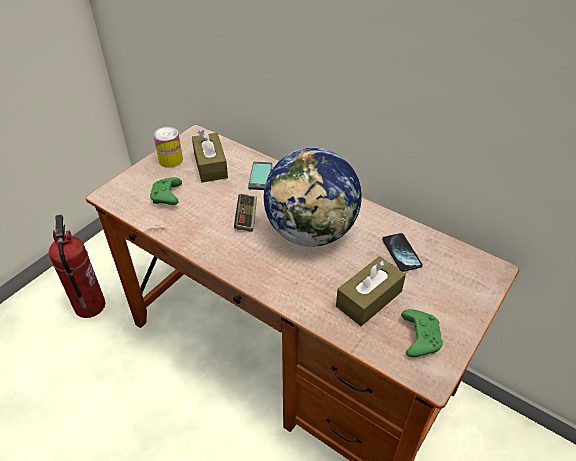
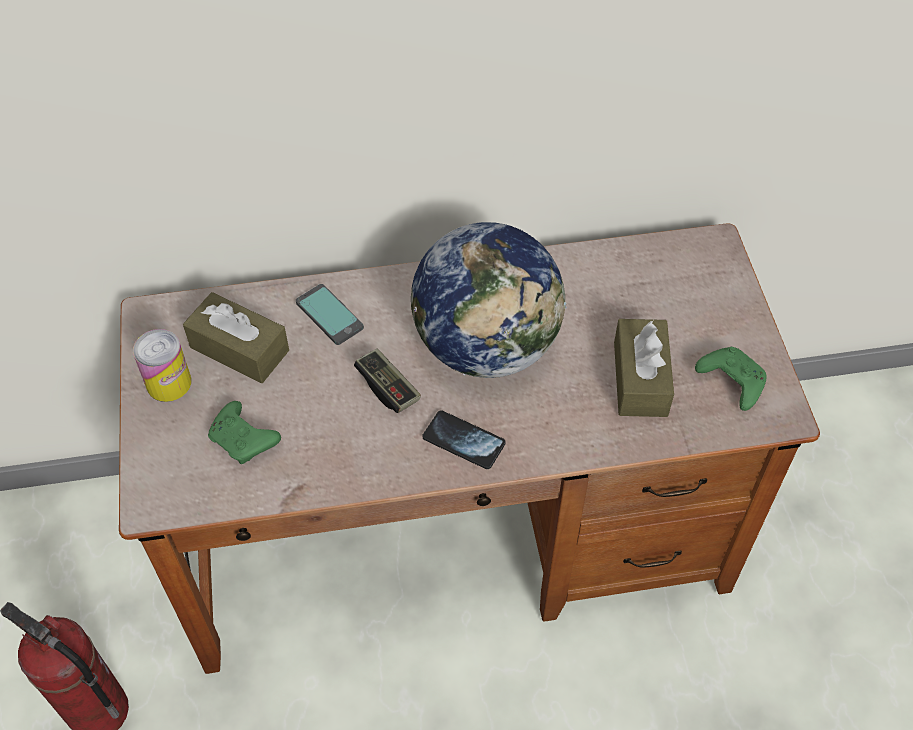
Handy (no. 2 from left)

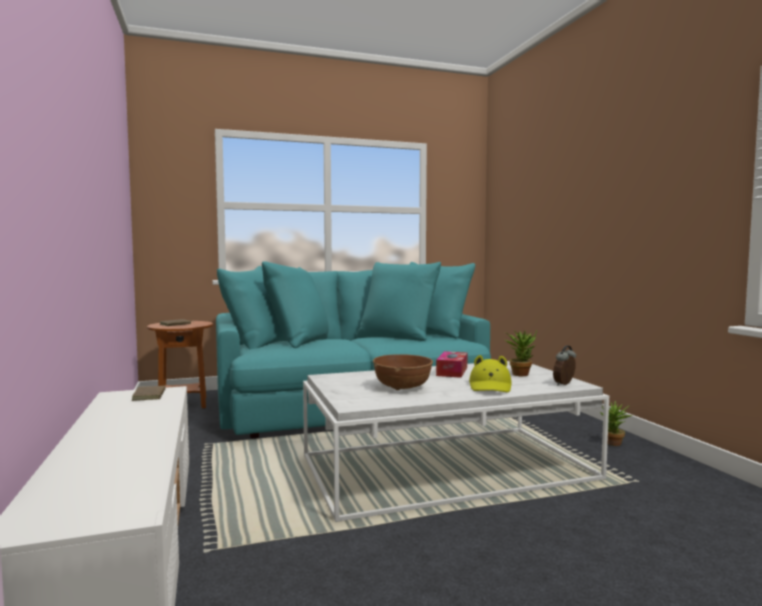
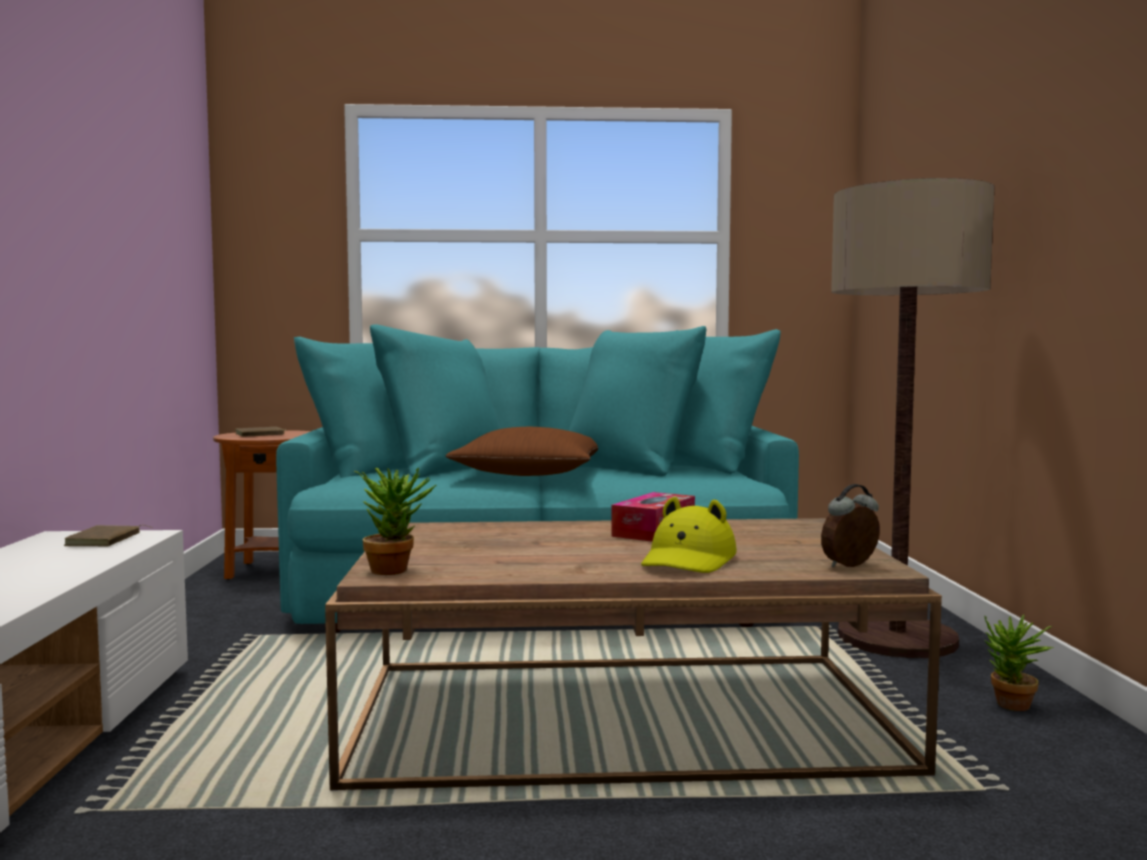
Schüssel (braun)
Kissen (braun)
Stehlampe
Topfpflanze (no. 1 from left)
Couchtisch (braun)

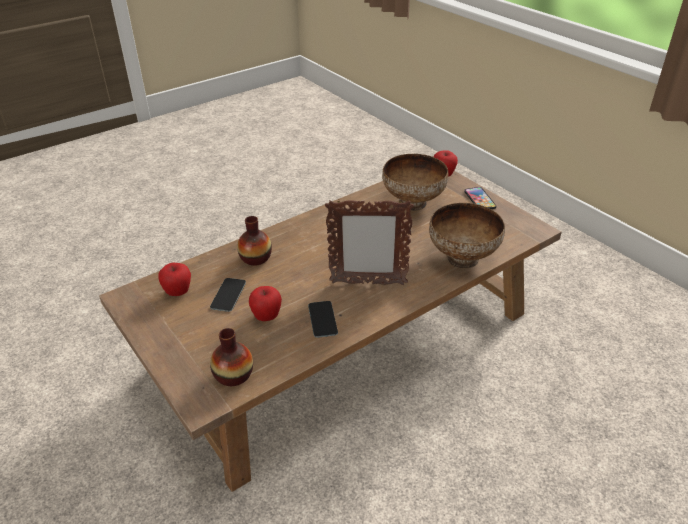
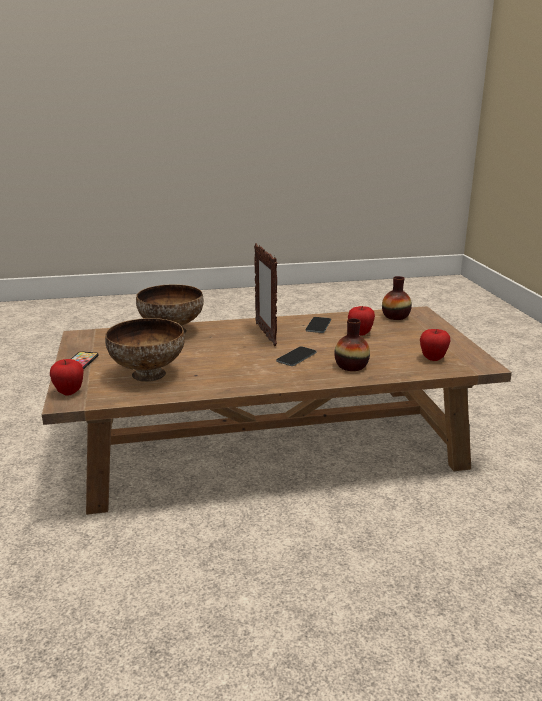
Handy (no. 2 from left)
Bilderrahmen

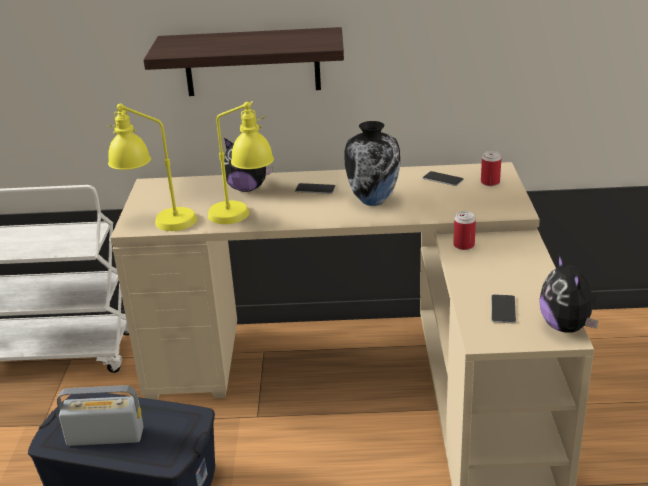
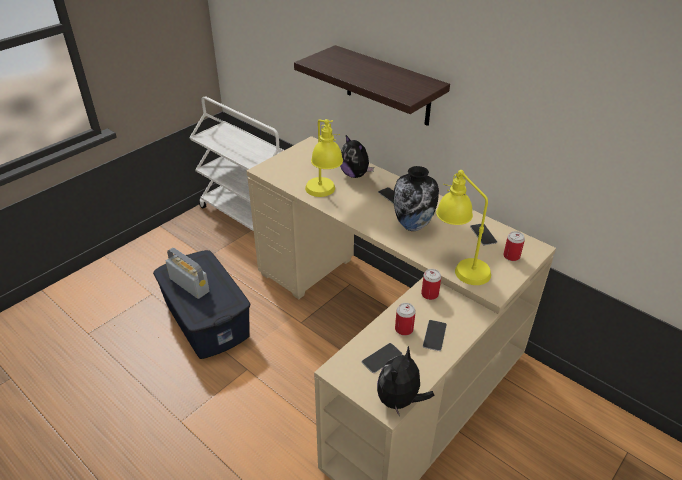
Dose (no. 1 from left)
Handy (no. 3 from left)
Tischlampe (gelb) (no. 2 from left)

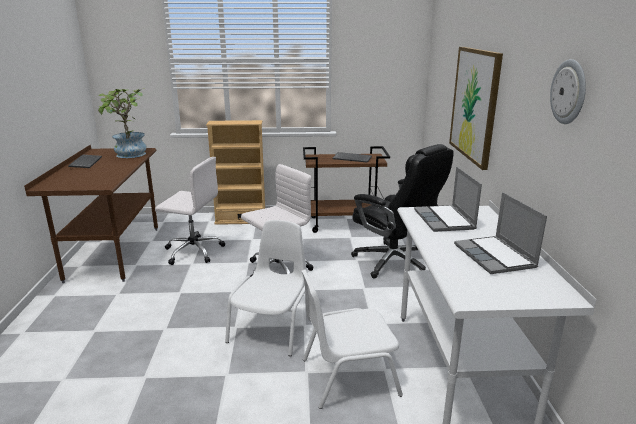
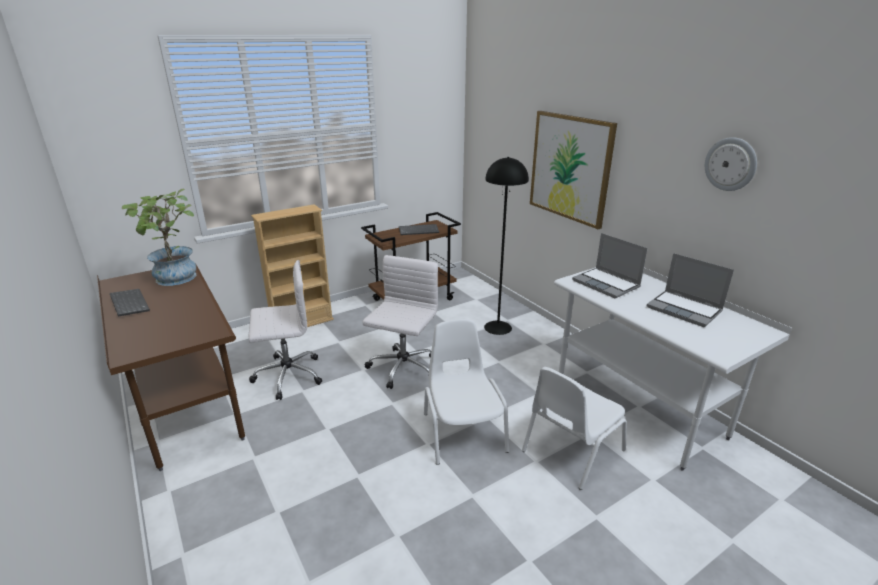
Stehlampe (schwarz)

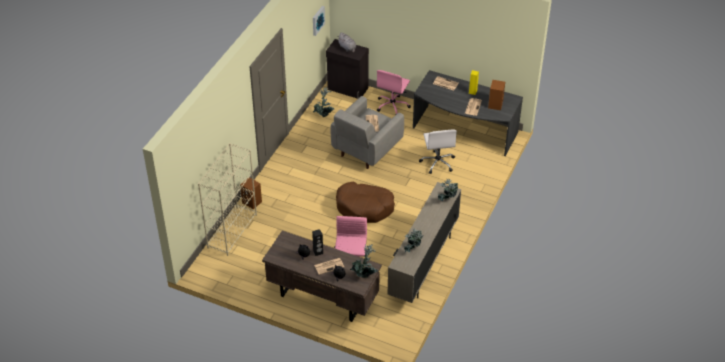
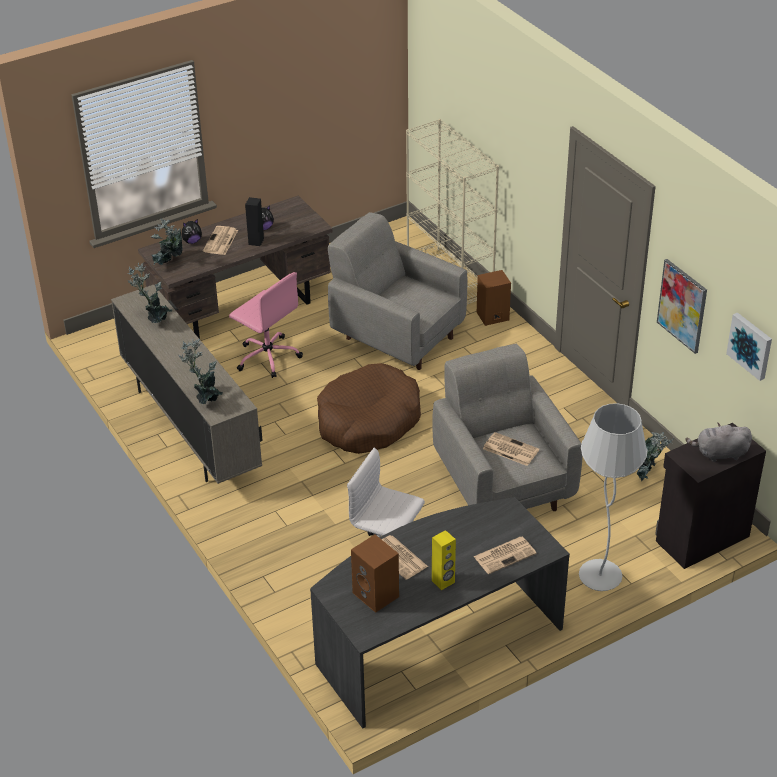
Sessel (grau) (no. 1 from left)
Bild (no. 1 from left)
Stehlampe (weiß)

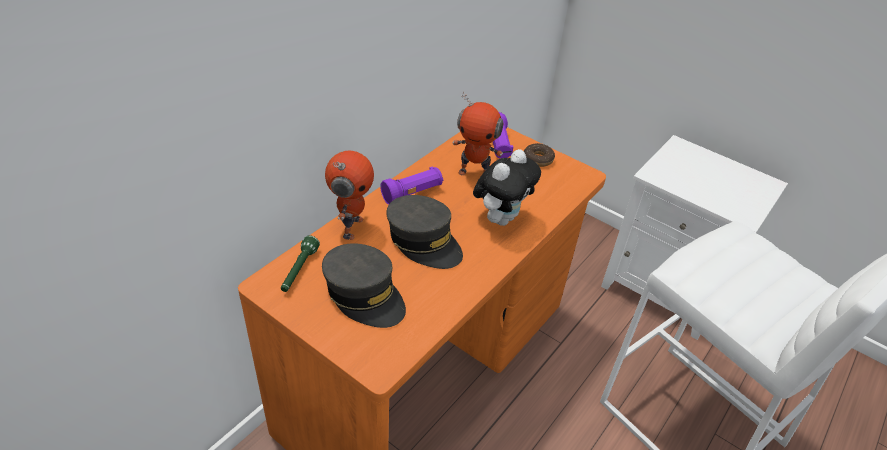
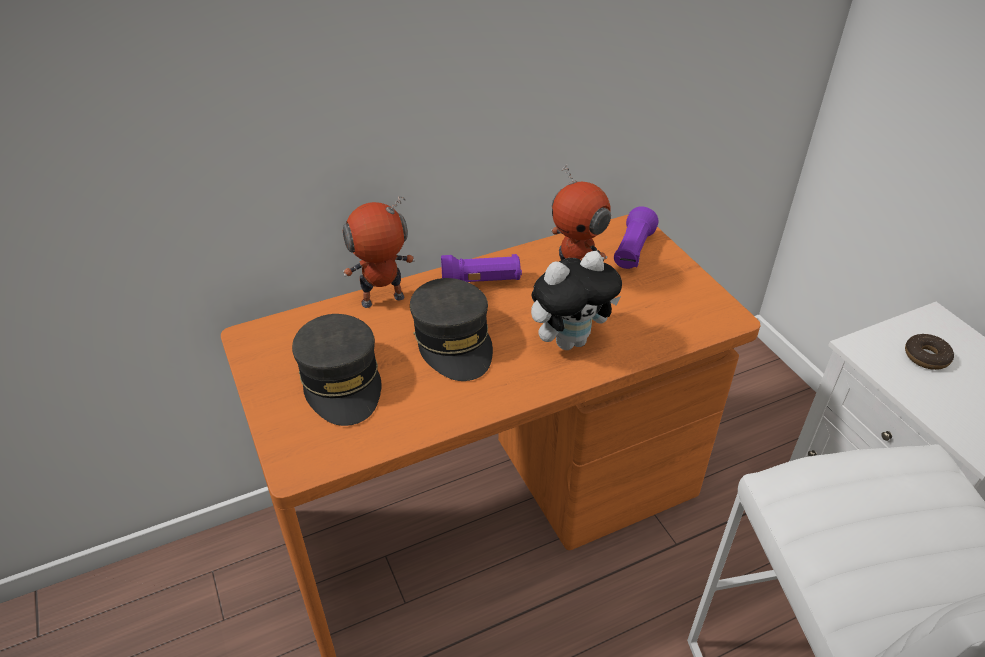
Taschenlampe (grün)
Donut
Spielzeugroboter (no. 1 from left)

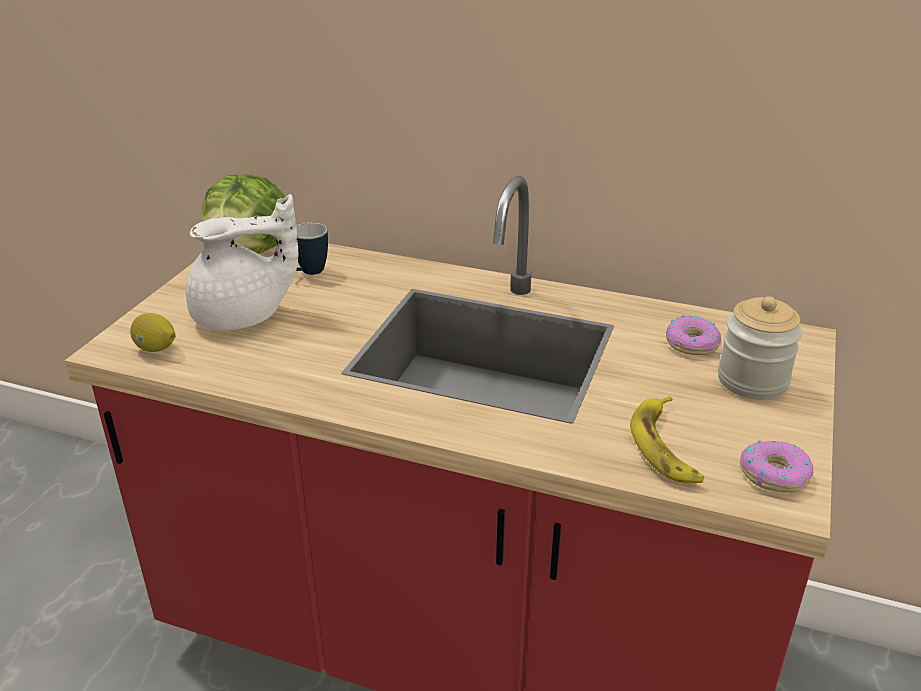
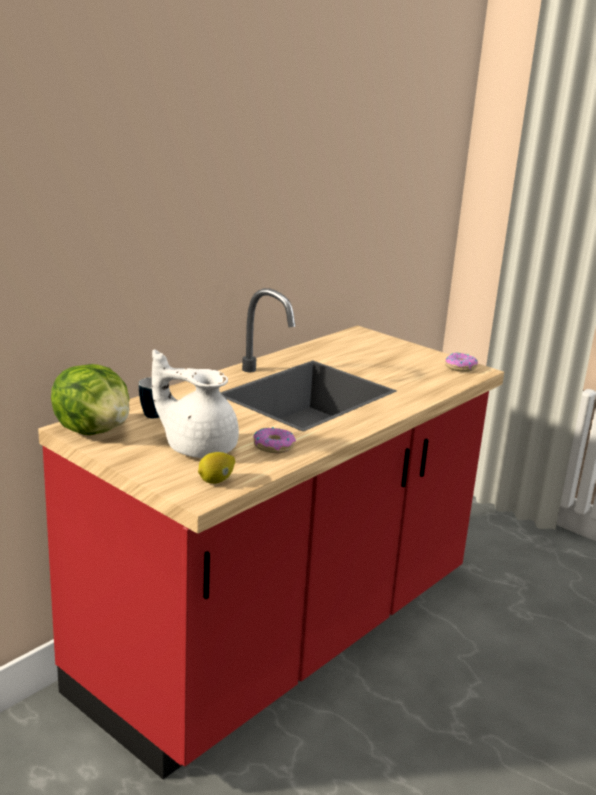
Banane
Vorratsglas
Donut (no. 1 from left)
Teekanne (weiß)

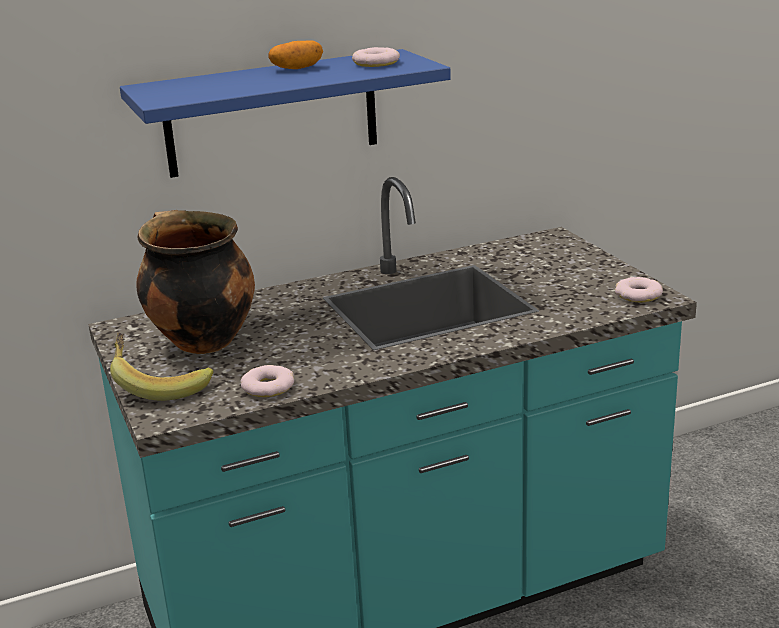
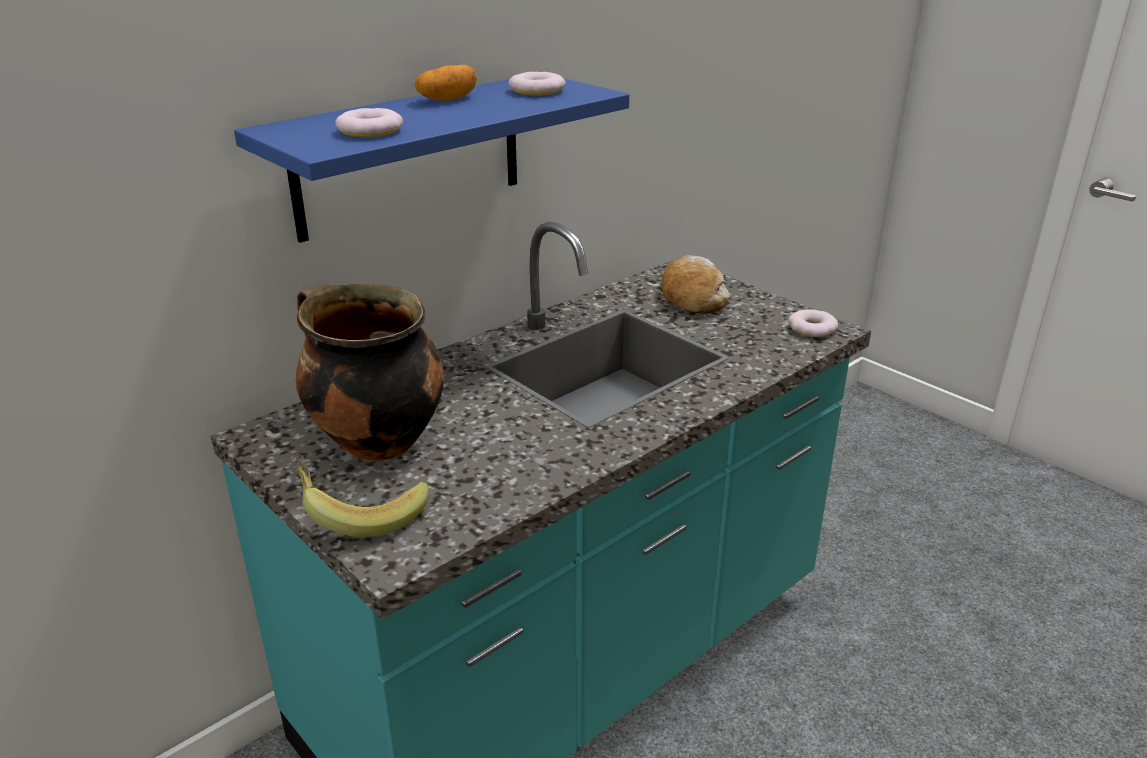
Brot
Donut (no. 1 from left)

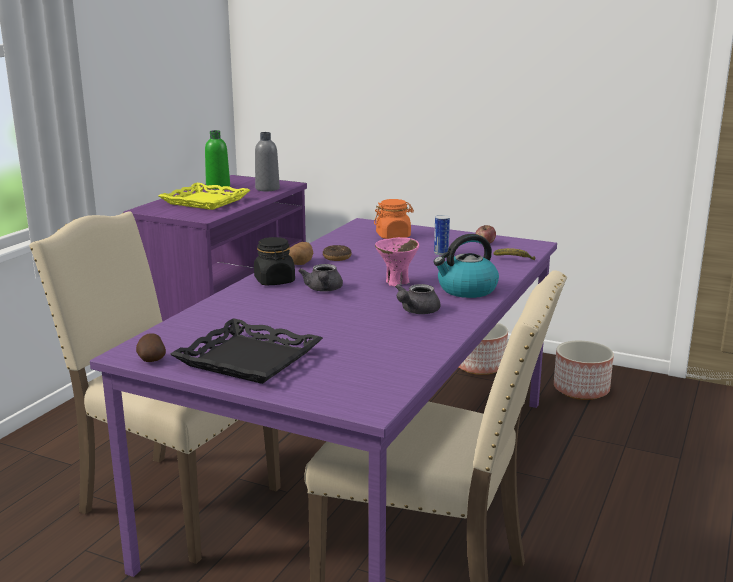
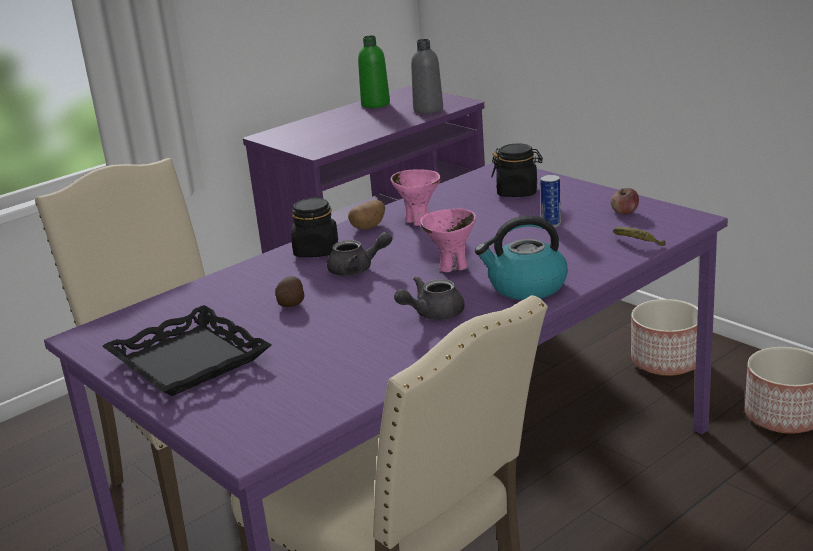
Tablett (gelb)
Kartoffel (no. 1 from left)
Schüssel (rosa) (no. 1 from left)
Vorratsglas (schwarz) (no. 2 from left)
Teekanne (grau) (no. 1 from left)

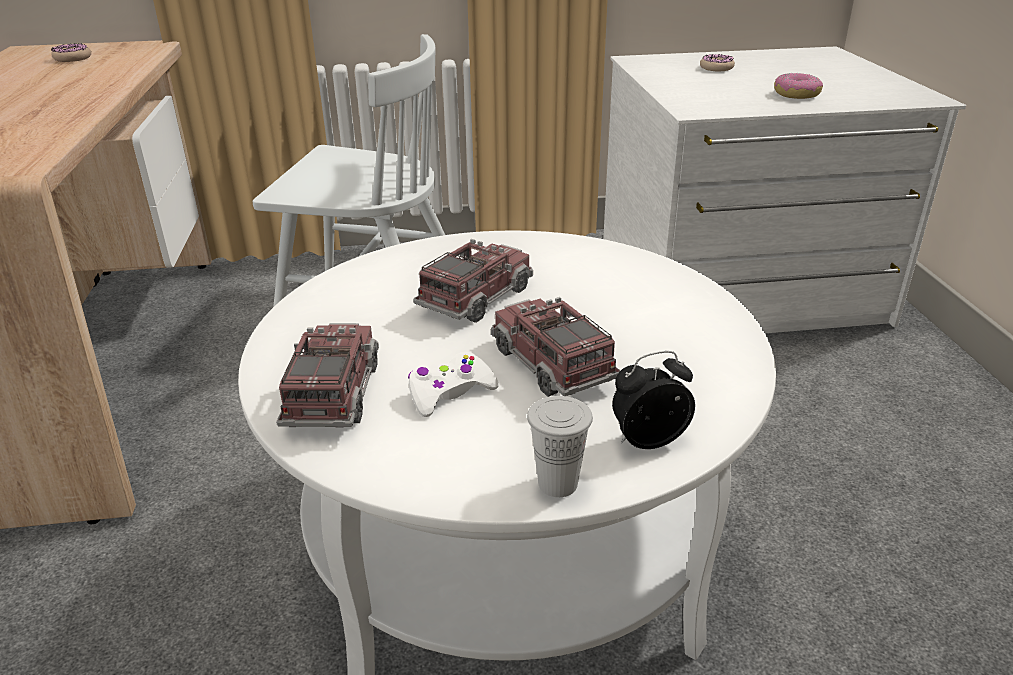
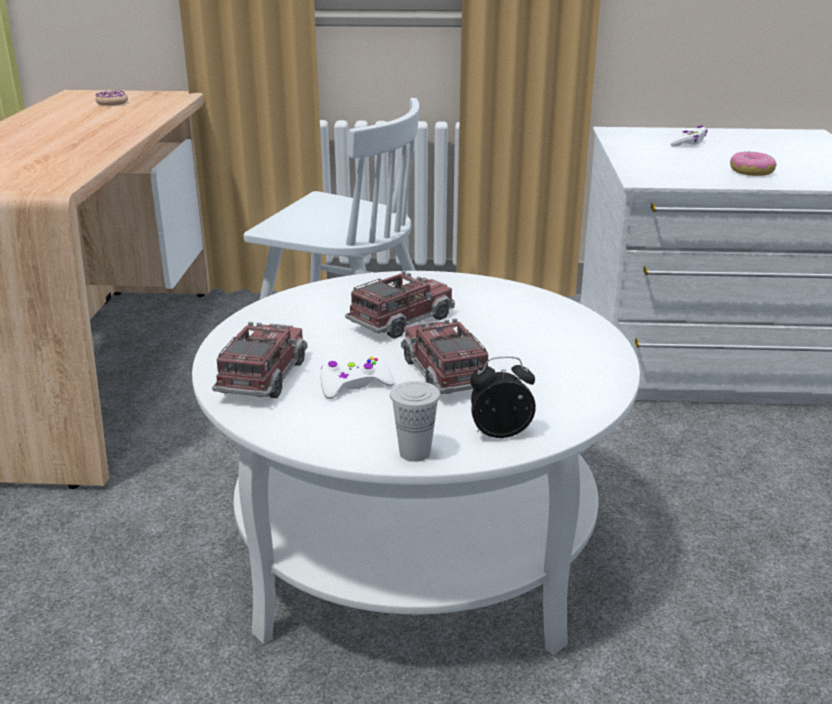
Gamepad (weiß) (no. 2 from left)

